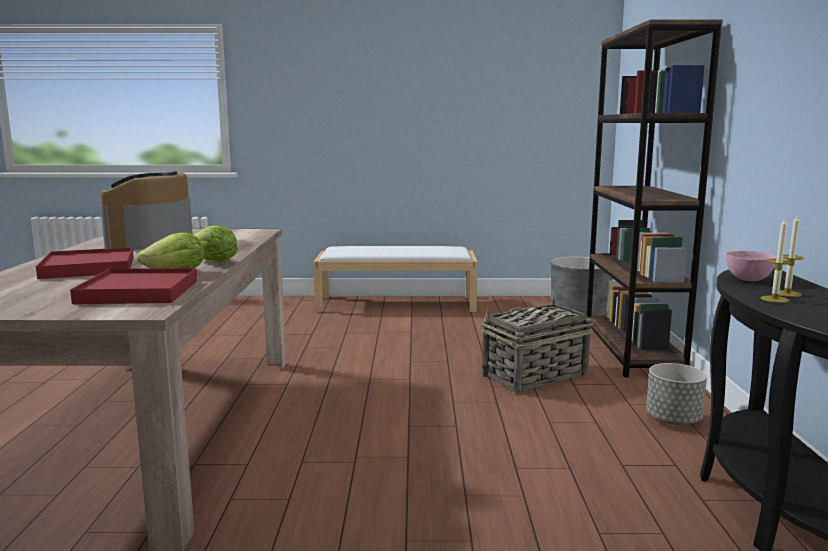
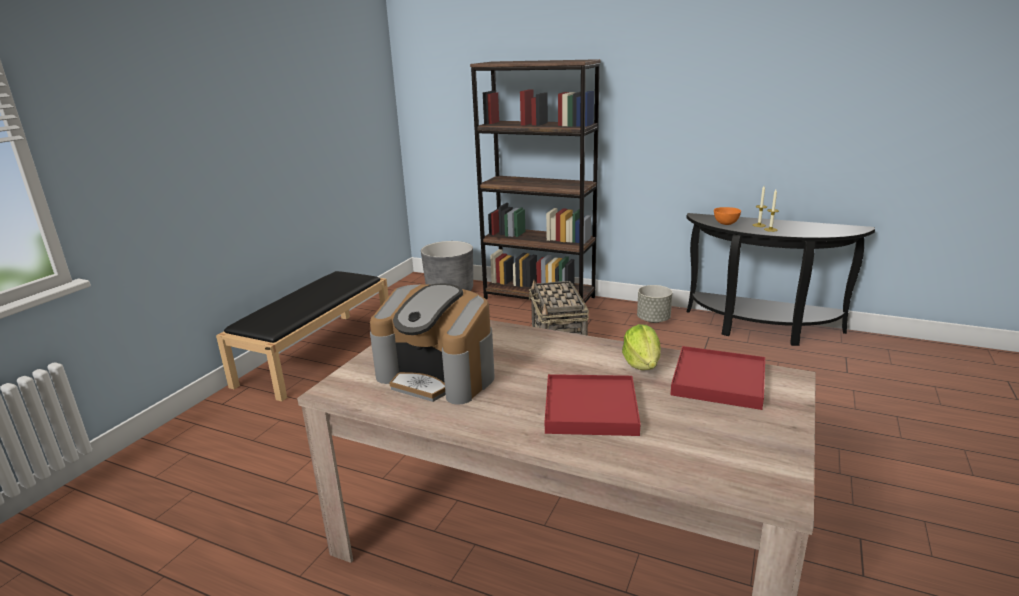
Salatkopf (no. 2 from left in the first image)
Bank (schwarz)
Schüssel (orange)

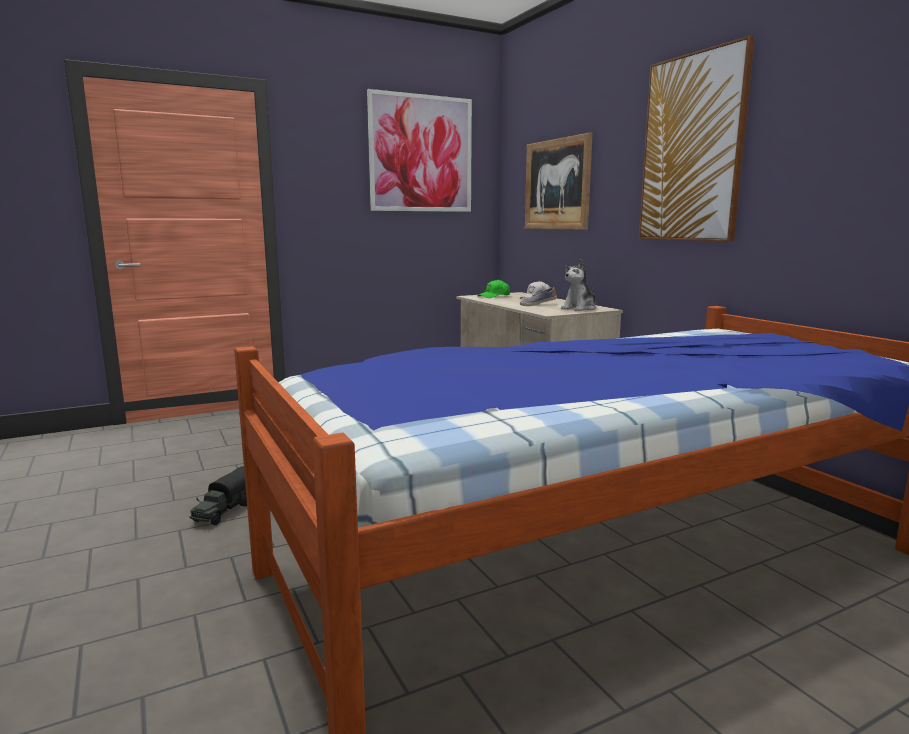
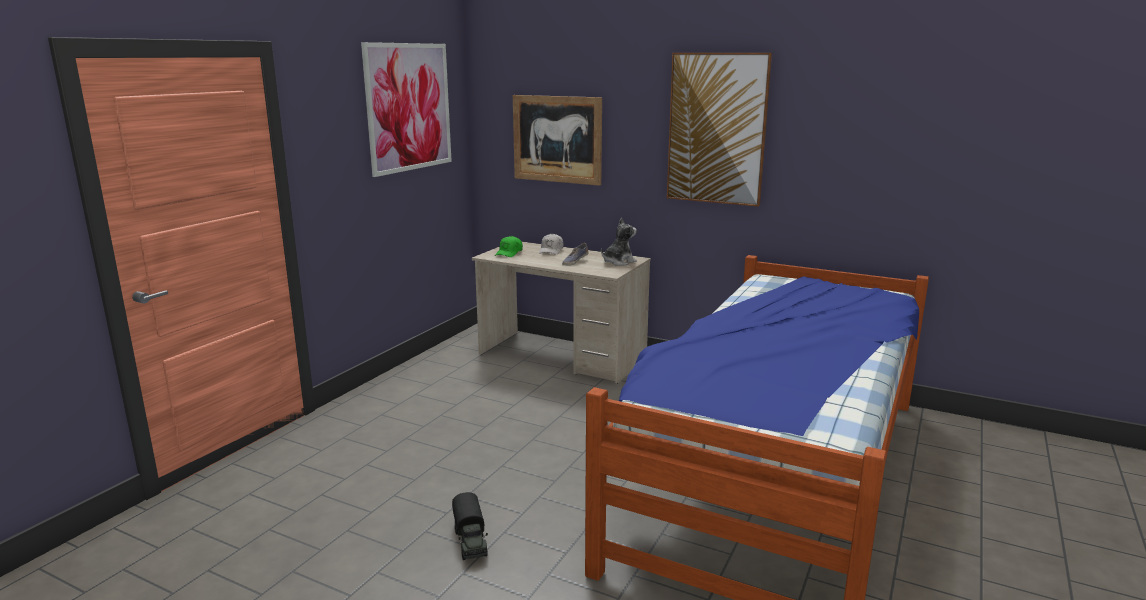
Plüschtier

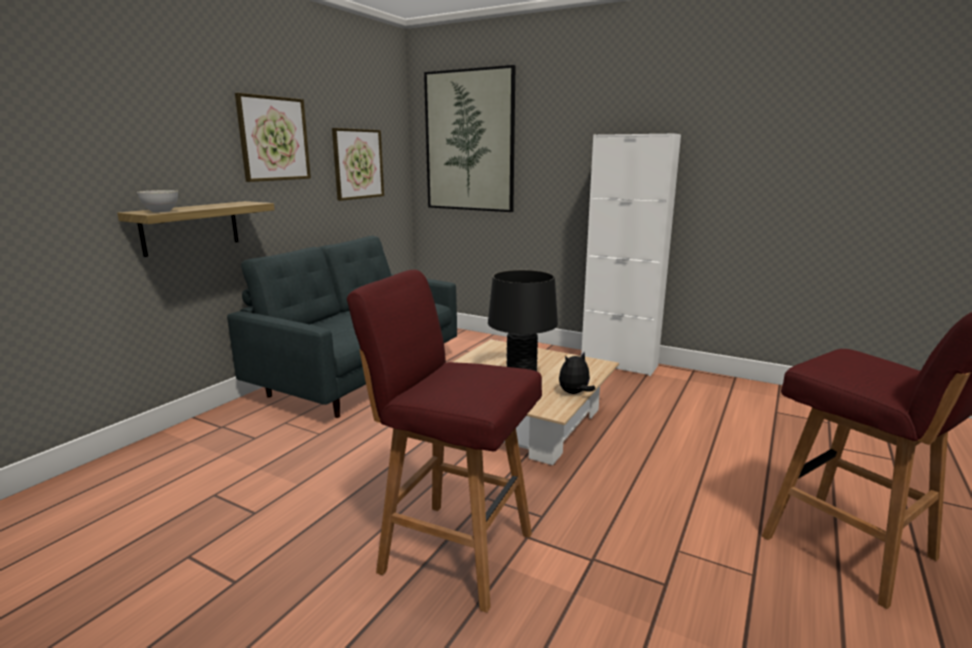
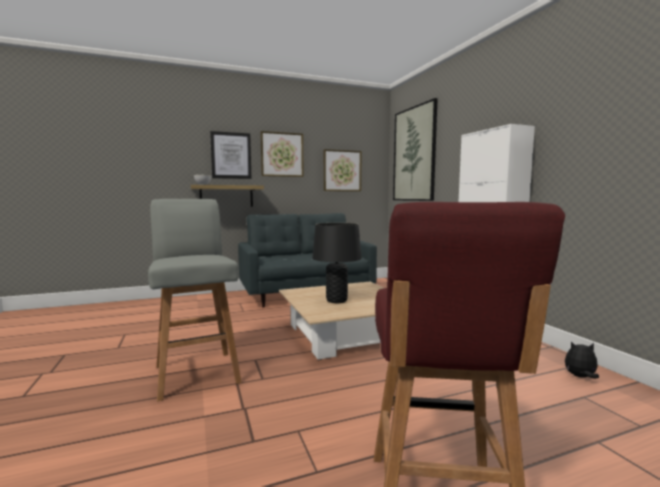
Bild (no. 1 from left)
Plüschtier
Hocker (grau)

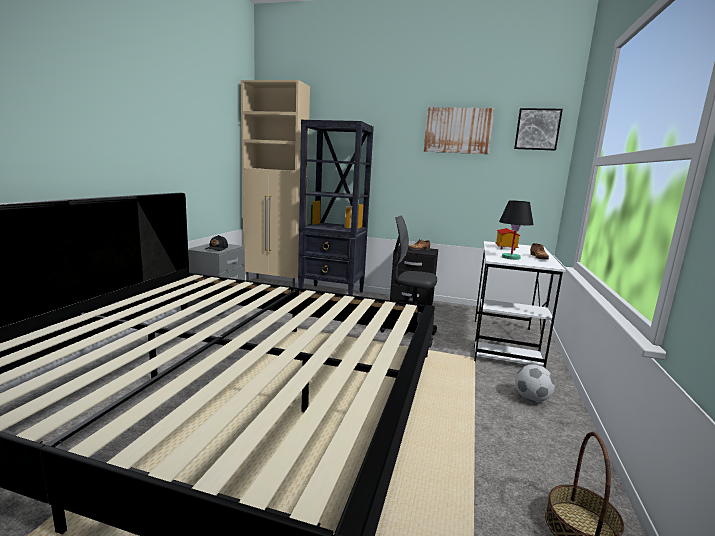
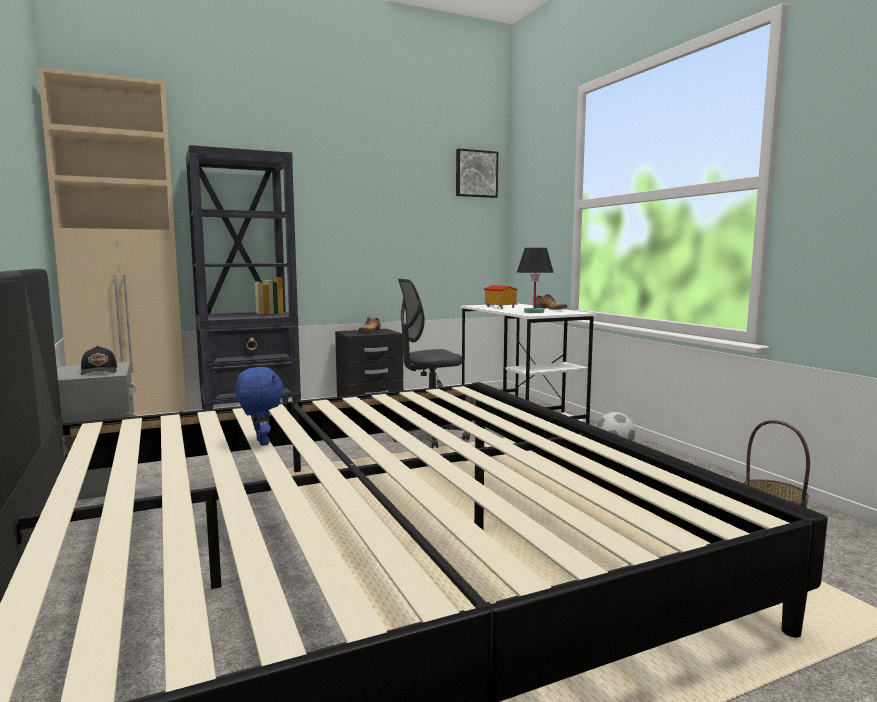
Bild (no. 1 from left in the first image)
Plüschtier (blau)

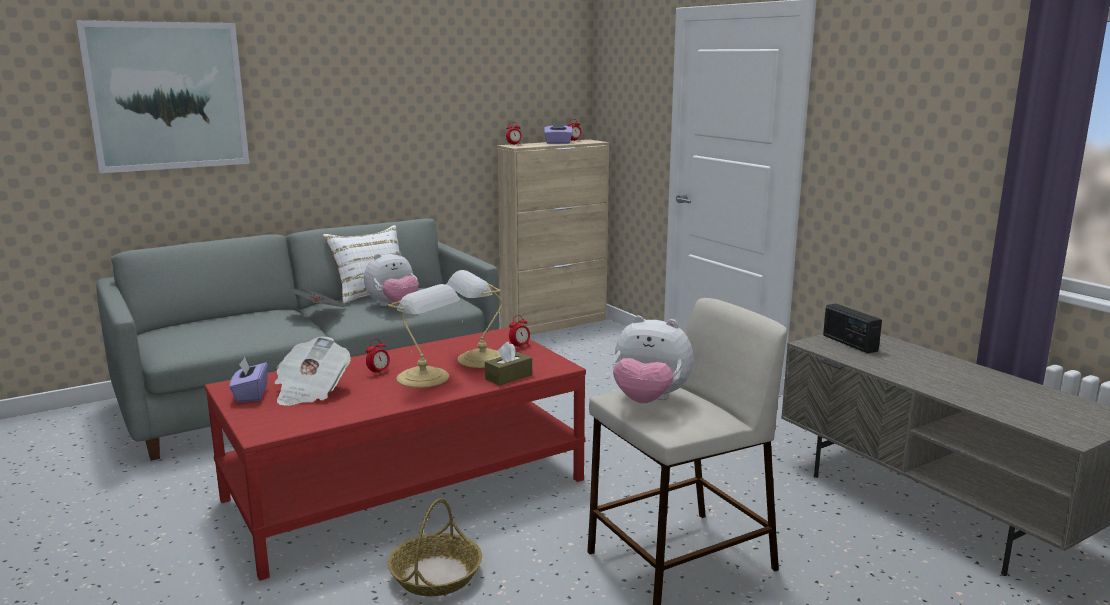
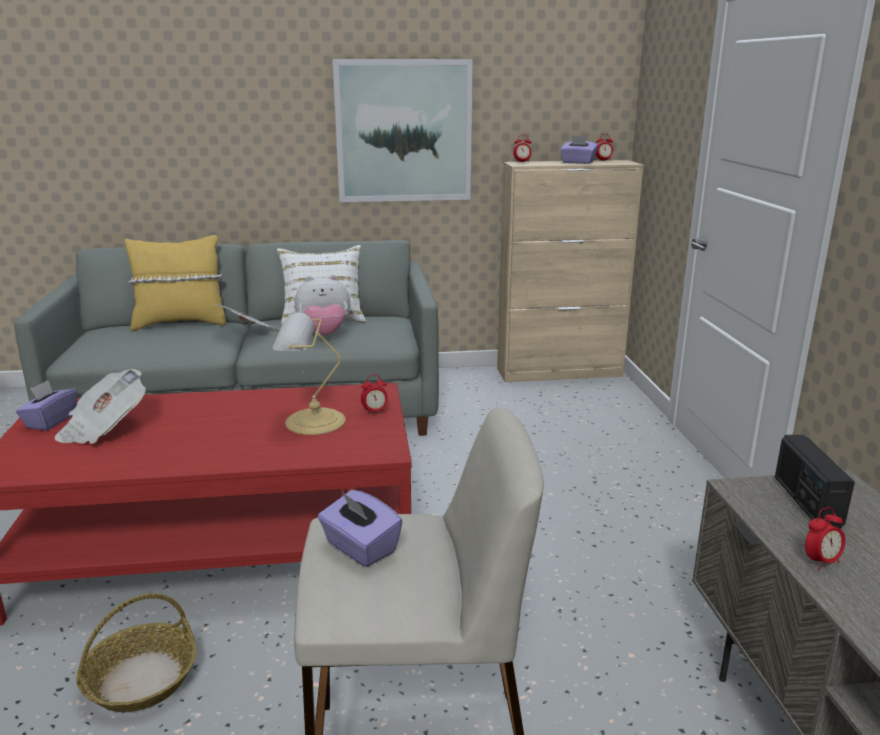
Tischlampe (no. 1 from left in the first image)
Taschentuchbox (braun)
Kissen (gelb)
Bild
Wecker (no. 4 from left)
Taschentuchbox (lila) (no. 2 from left)

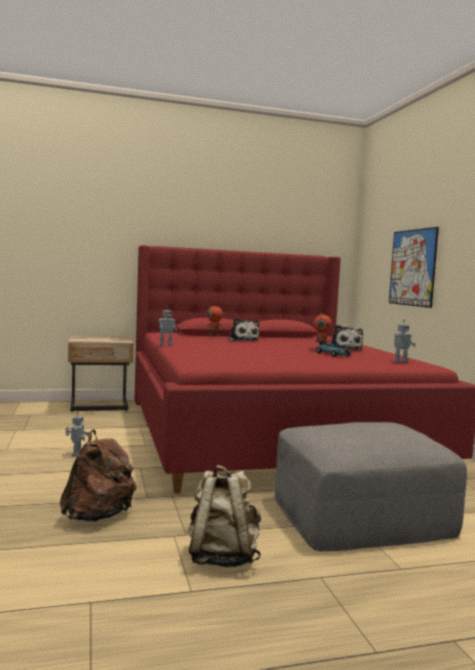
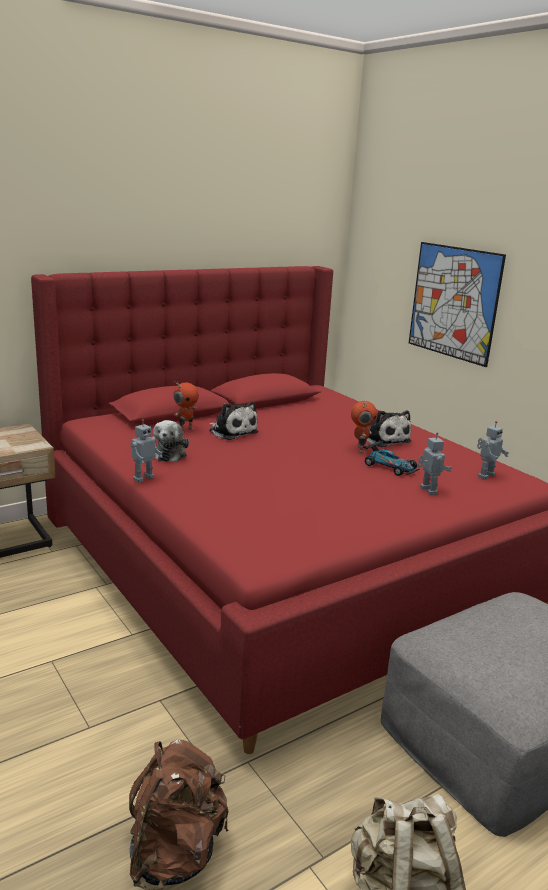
Plüschtier (no. 1 from left)
Spielzeugroboter (no. 4 from left)

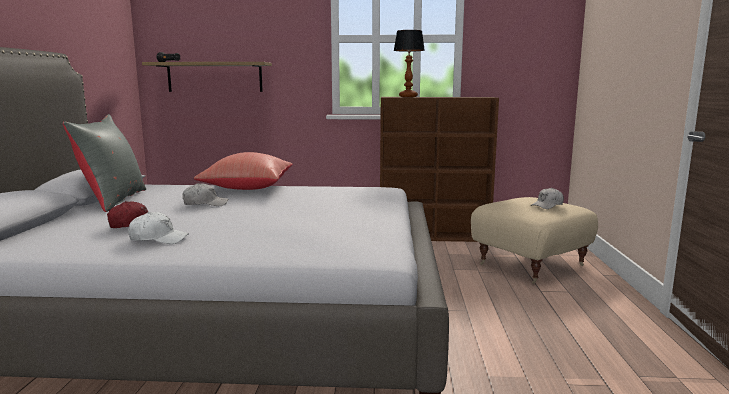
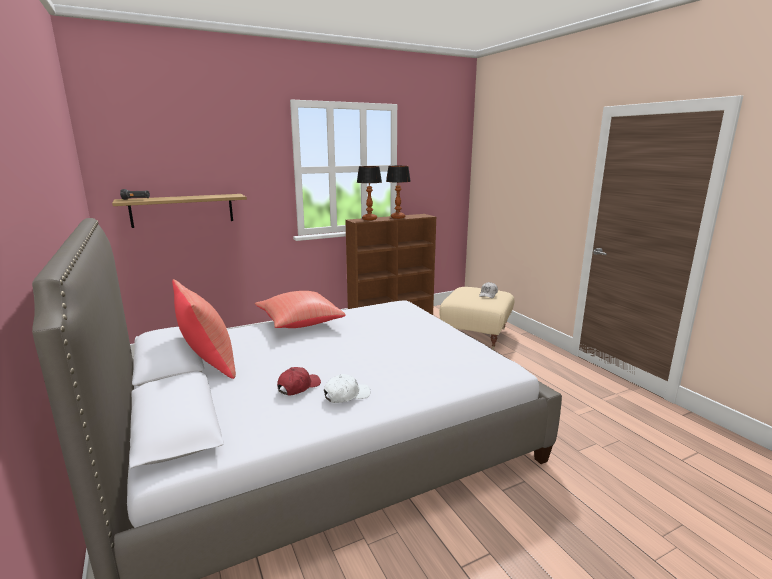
Kappe (weiß) (no. 2 from left in the first image)
Tischlampe (no. 2 from left)
Kissen (rot) (no. 1 from left)

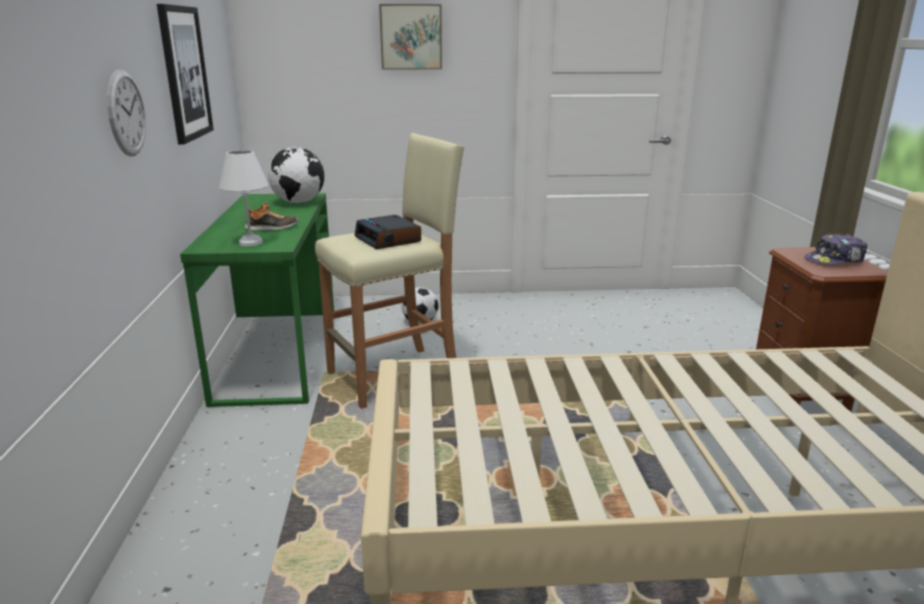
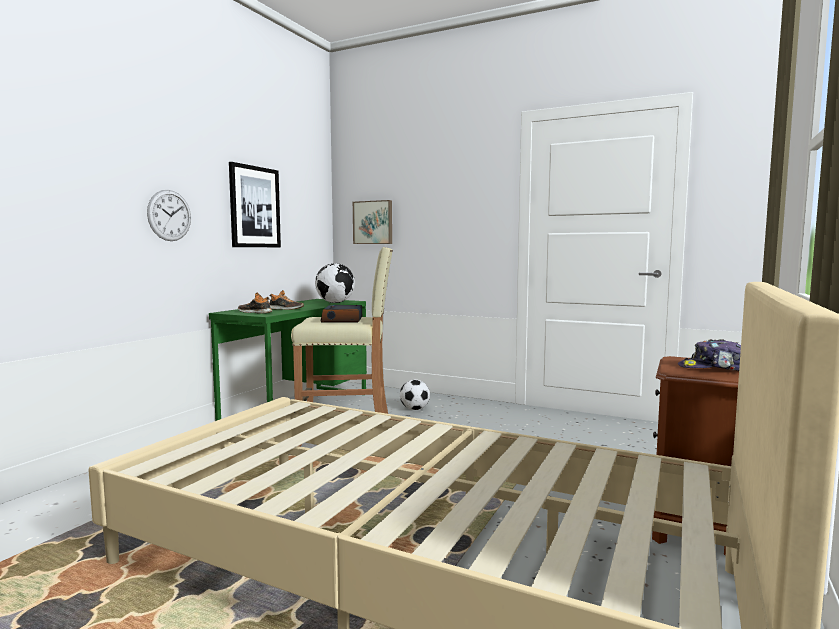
Bild (no. 2 from left)
Schuh (no. 1 from left)

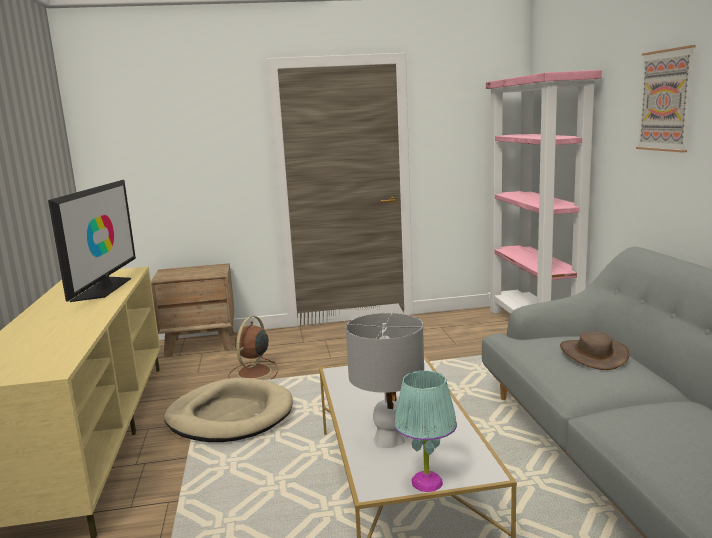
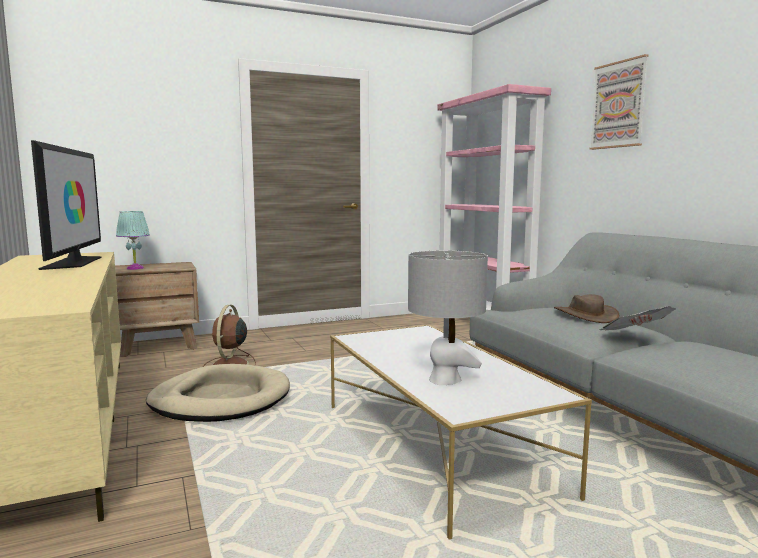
Zeitung
Tischlampe (türkis)

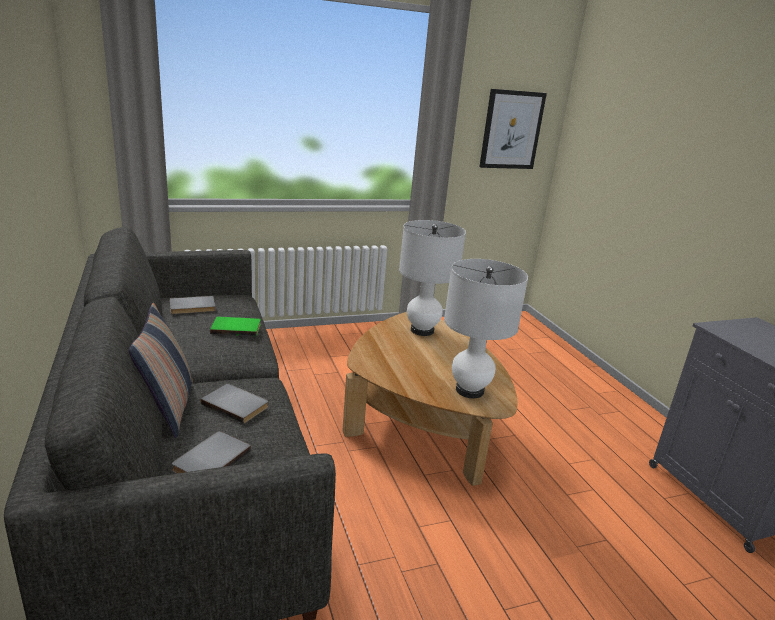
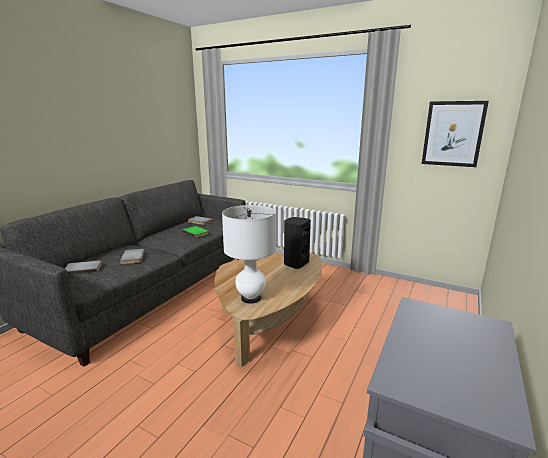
Kissen
Lautsprecher (schwarz)

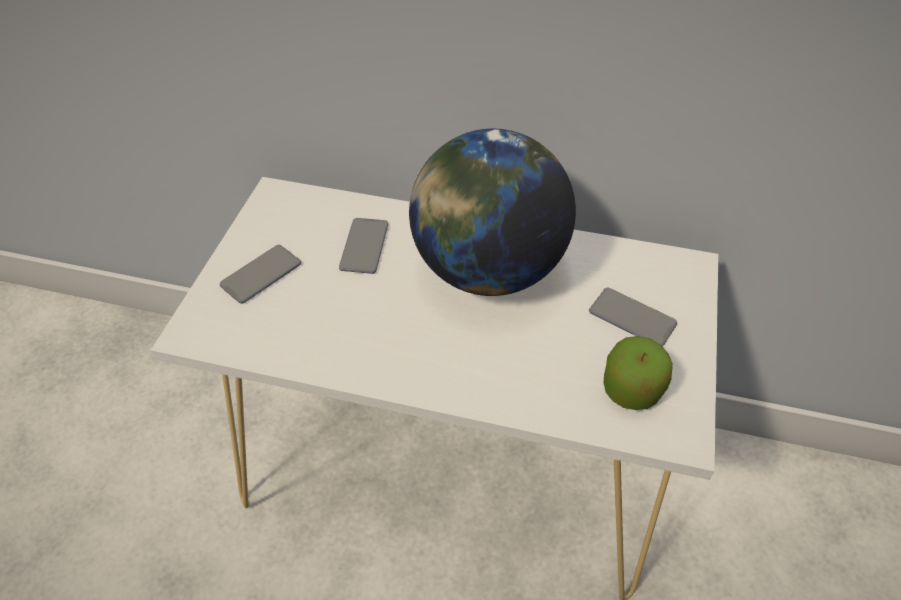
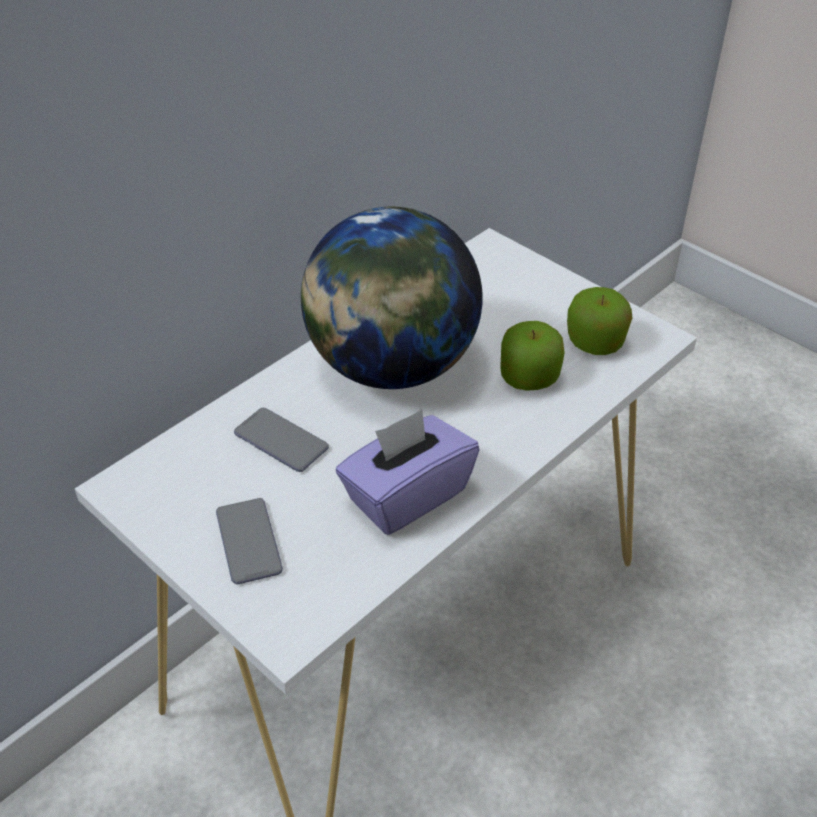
Handy (no. 3 from left in the first image)
Taschentuchbox (lila)
Apfel (no. 1 from left)

